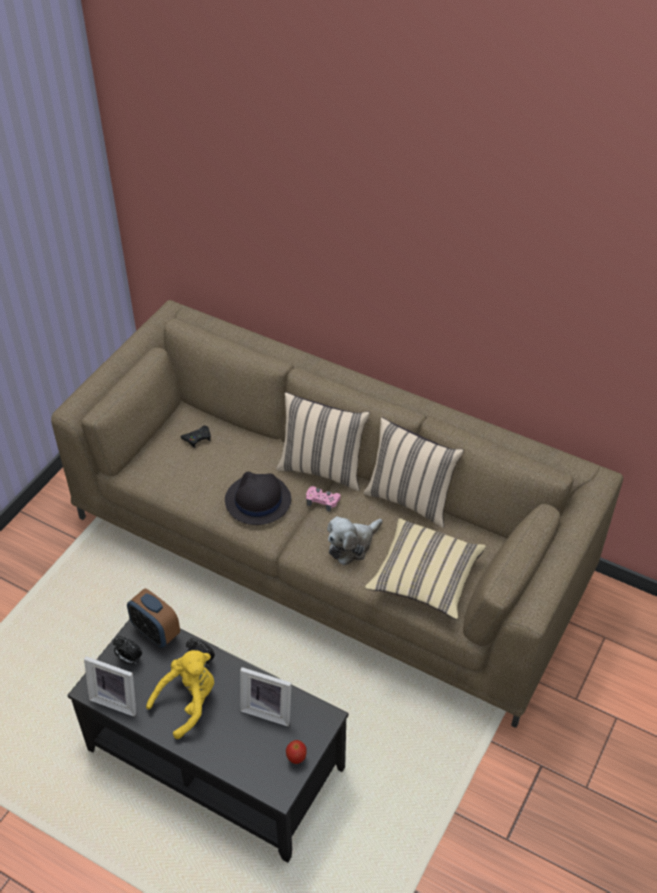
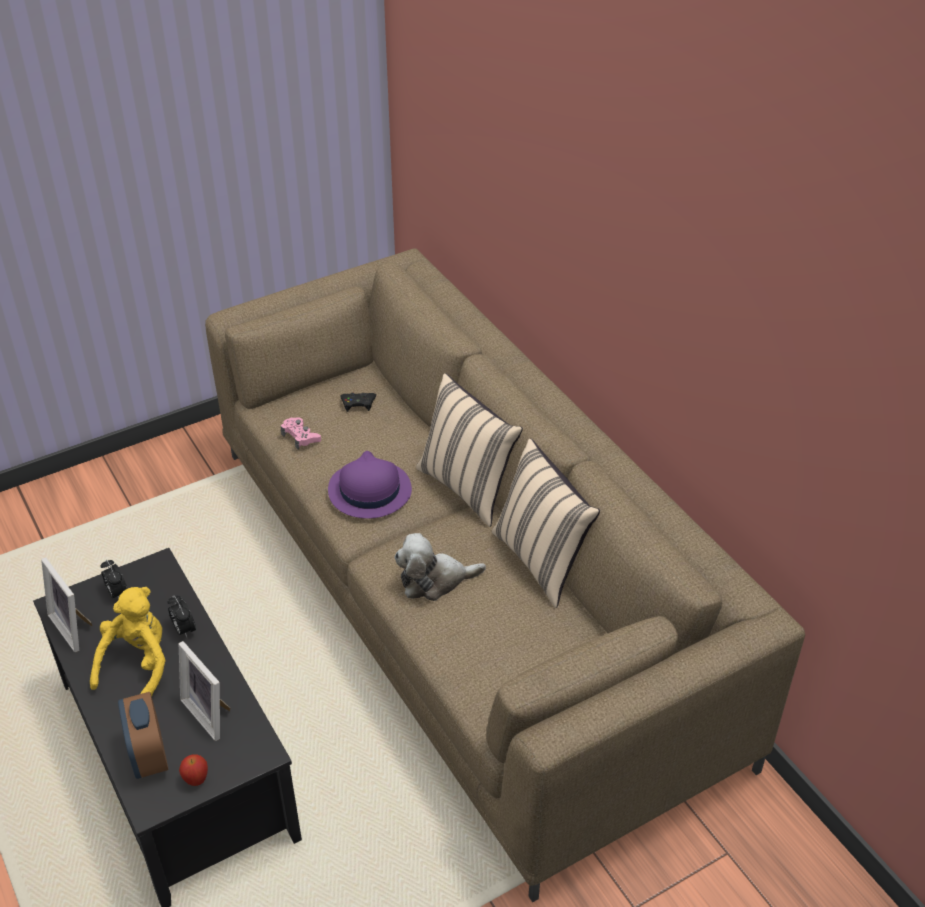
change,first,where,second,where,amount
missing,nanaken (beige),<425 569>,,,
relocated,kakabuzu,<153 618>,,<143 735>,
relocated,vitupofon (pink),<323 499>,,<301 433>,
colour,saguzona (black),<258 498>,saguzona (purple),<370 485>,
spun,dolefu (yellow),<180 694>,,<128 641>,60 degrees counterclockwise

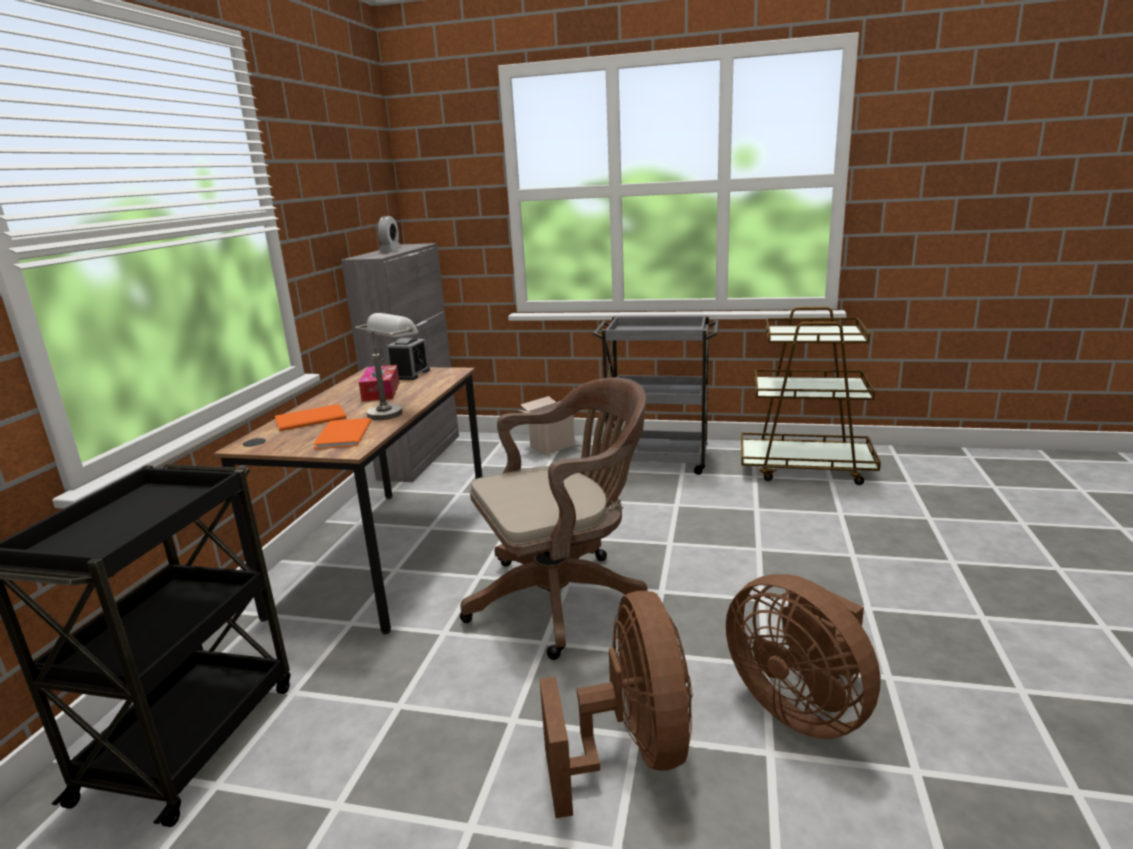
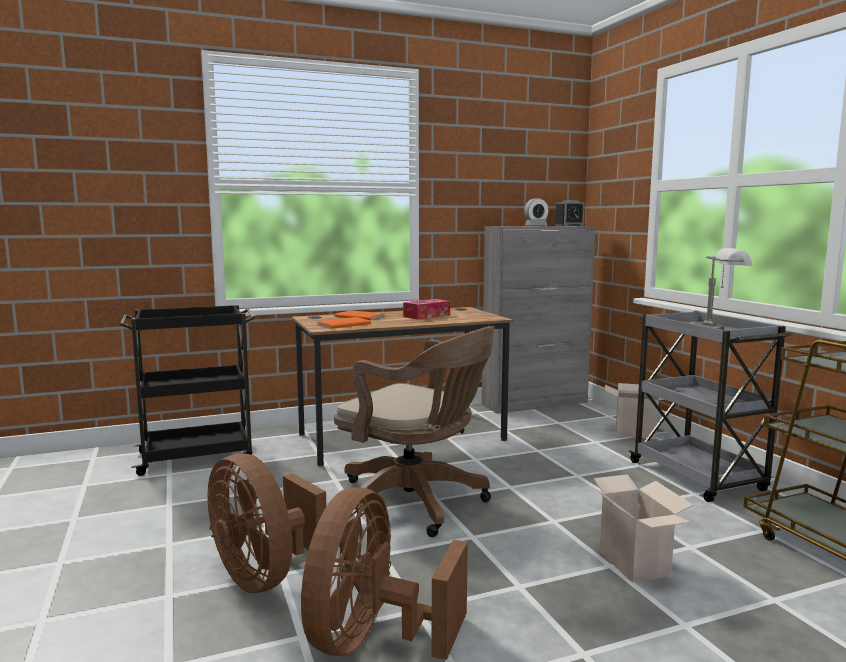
change,first,where,second,where,amount
appeared,,,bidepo,<641 528>,
relocated,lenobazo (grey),<386 366>,,<723 289>,
relocated,kakabuzu,<408 359>,,<569 213>,
spun,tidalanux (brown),<616 704>,,<267 523>,90 degrees clockwise

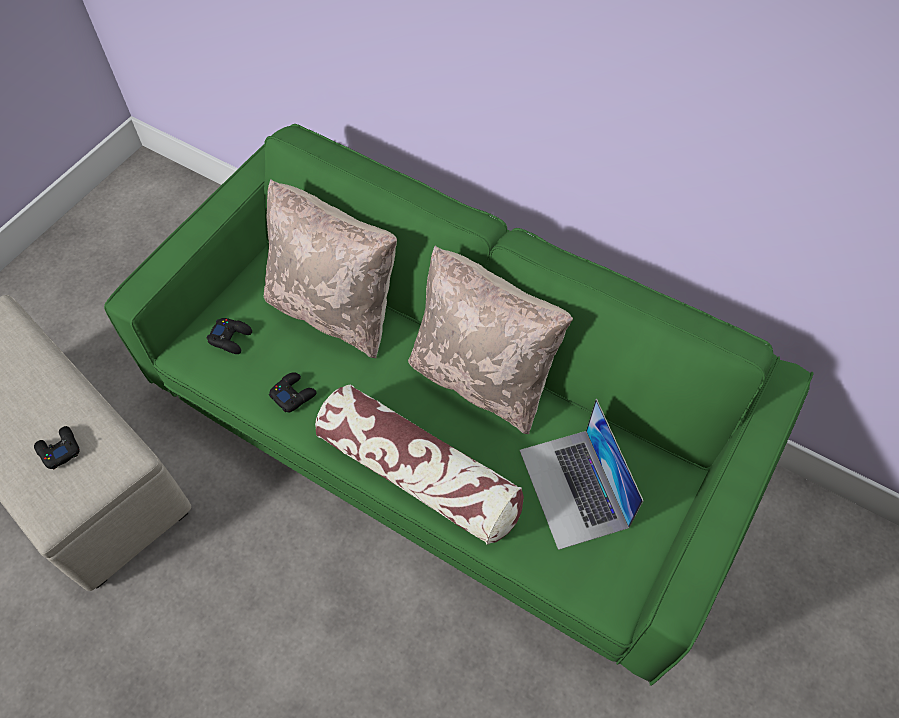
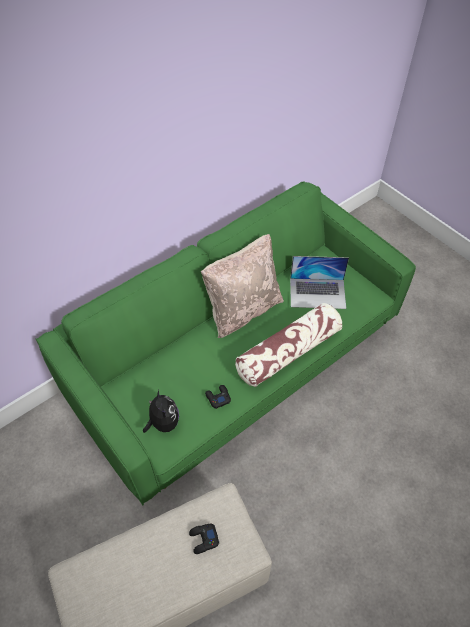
change,first,where,second,where,amount
missing,nanaken (beige),<330 268>,,,
exchanged,vitupofon (black),<229 336>,dolefu,<161 411>,

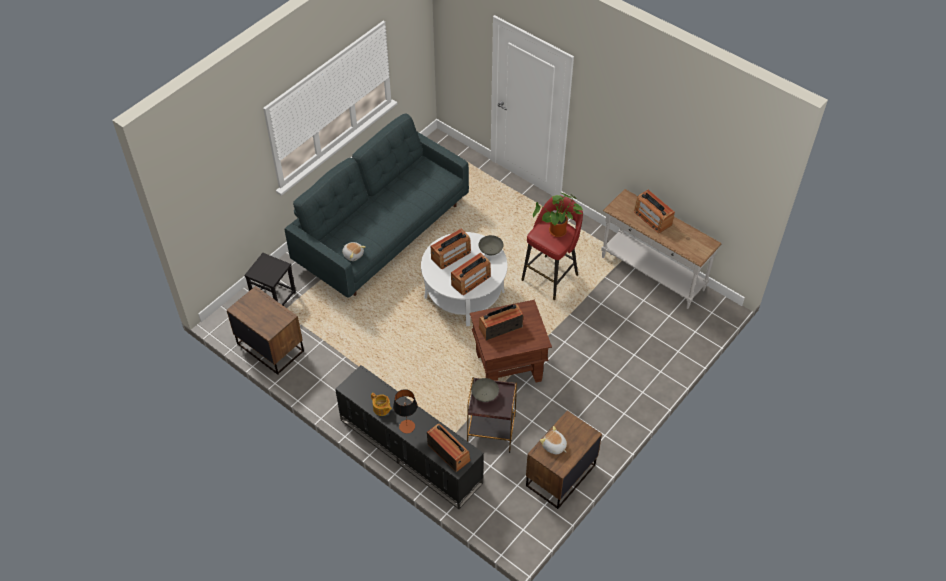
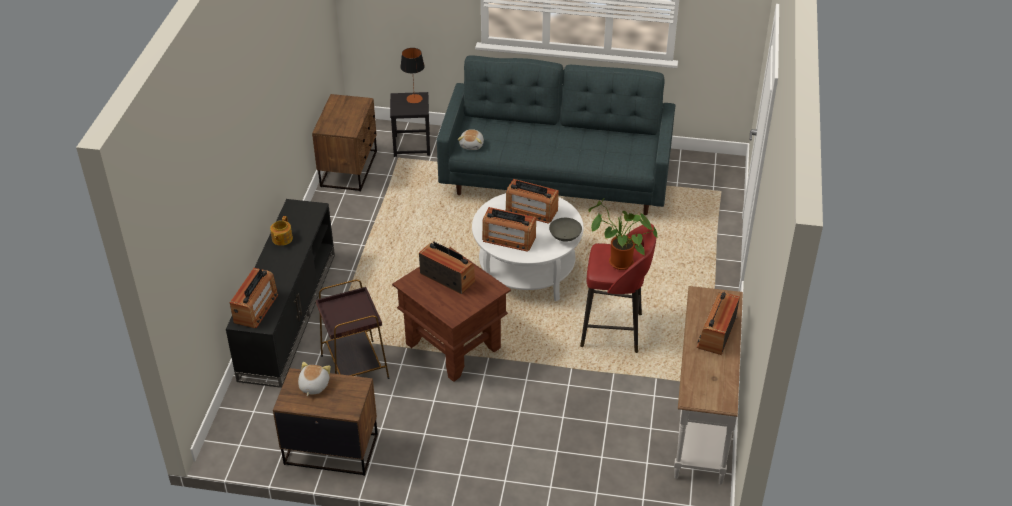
change,first,where,second,where,amount
missing,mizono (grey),<485 390>,,,
relocated,lenobazo,<405 411>,,<412 76>,

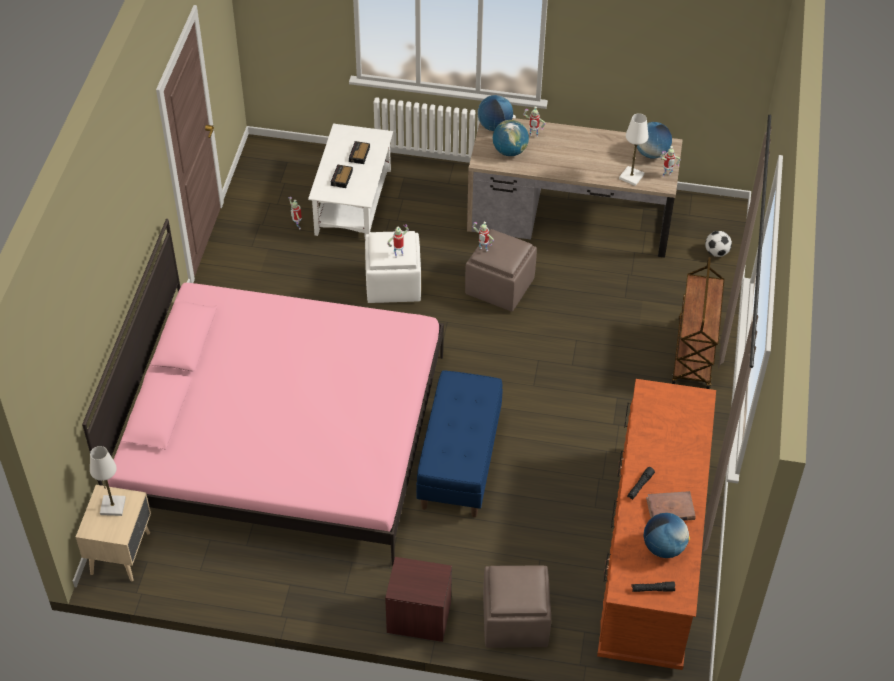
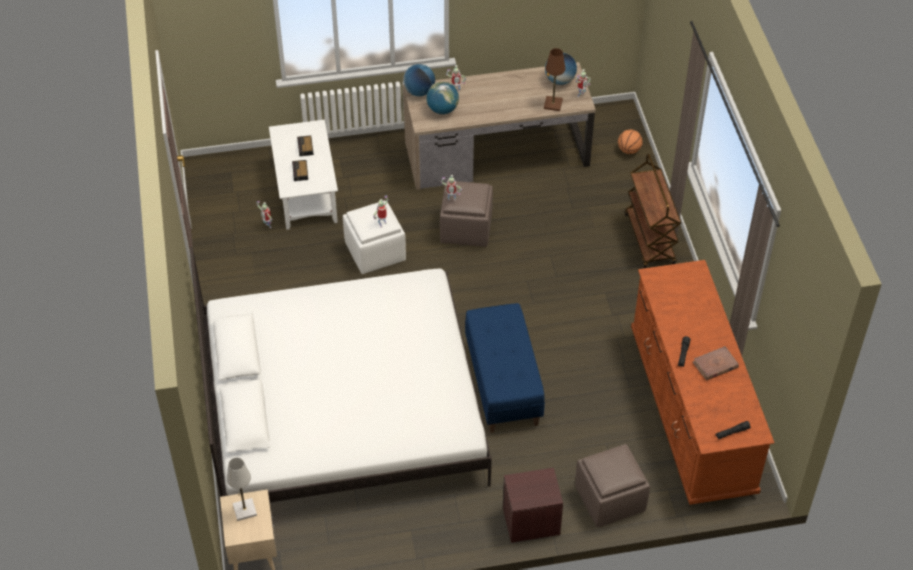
change,first,where,second,where,amount
missing,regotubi,<666 535>,,,
exchanged,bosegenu,<718 244>,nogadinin,<630 141>,
colour,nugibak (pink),<263 392>,nugibak (white),<341 374>,
colour,lenobazo (white),<633 149>,lenobazo (brown),<554 79>,

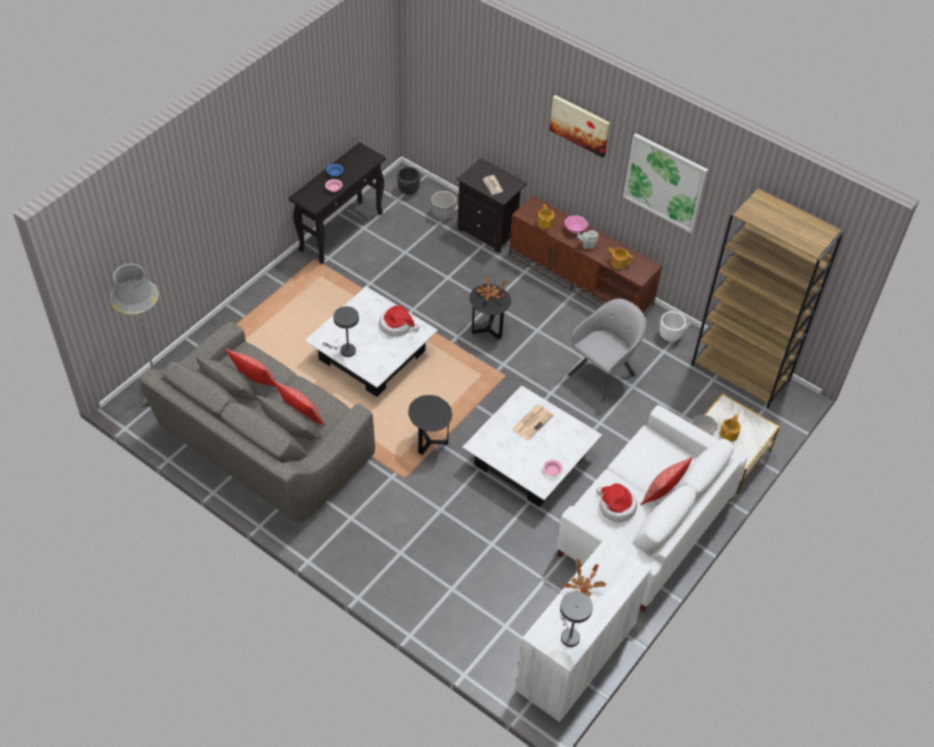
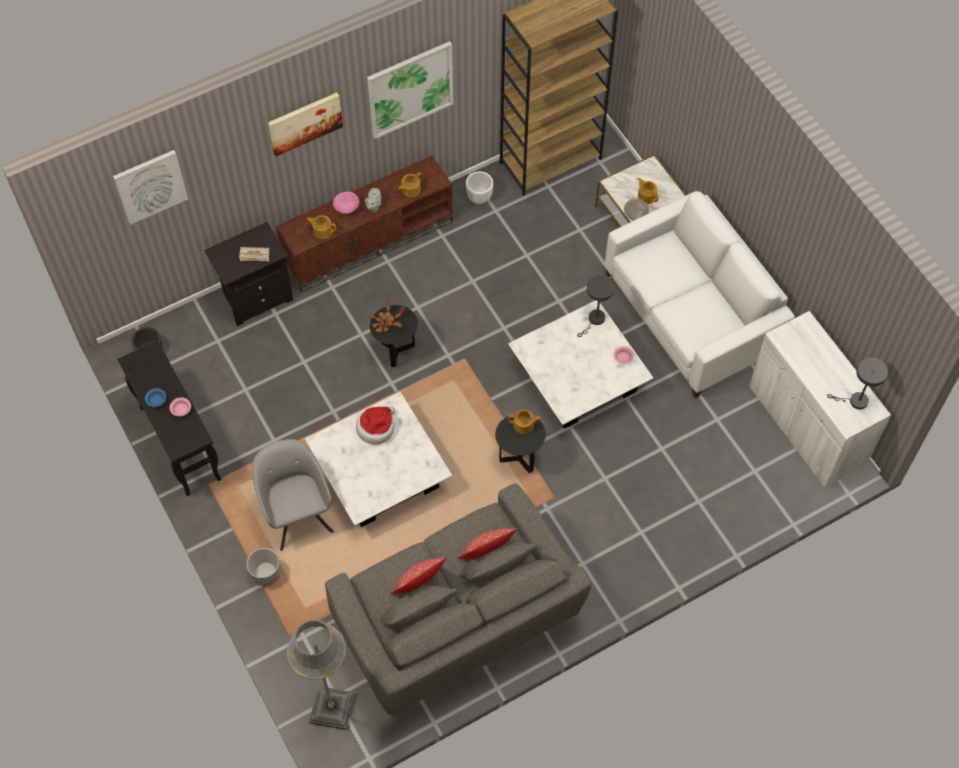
change,first,where,second,where,amount
missing,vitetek,<533 422>,,,
missing,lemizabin,<584 578>,,,
missing,saguzona,<616 502>,,,
missing,nanaken,<667 481>,,,
appeared,,,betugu,<150 187>,
appeared,,,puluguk,<524 421>,
relocated,lenobazo (grey),<341 331>,,<596 306>,
relocated,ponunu,<443 206>,,<263 567>,
relocated,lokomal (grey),<607 350>,,<293 495>,

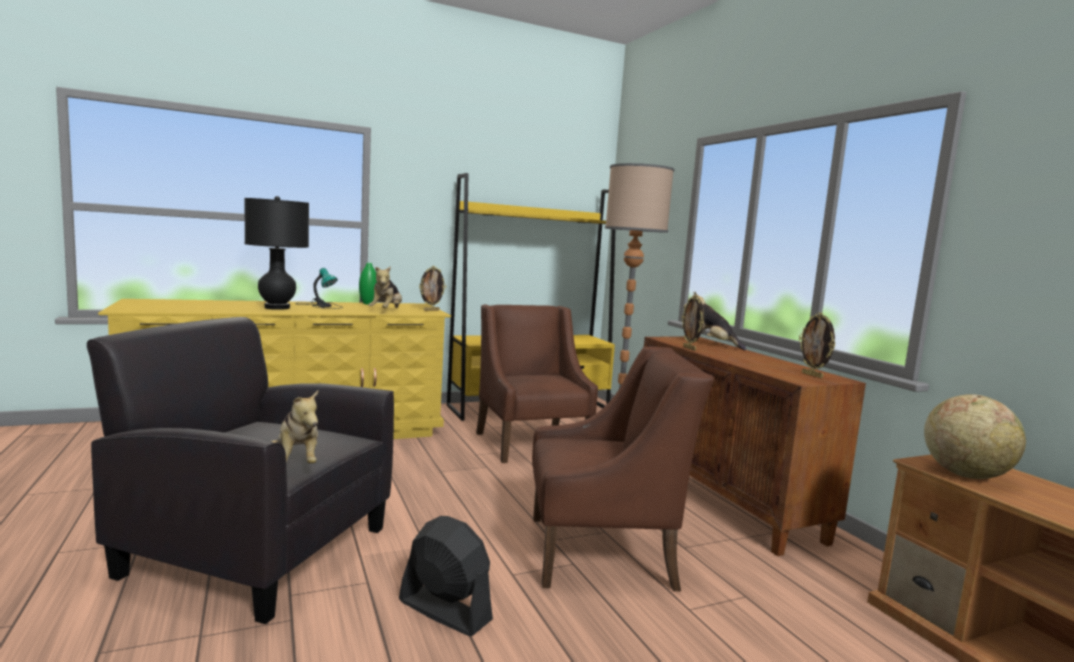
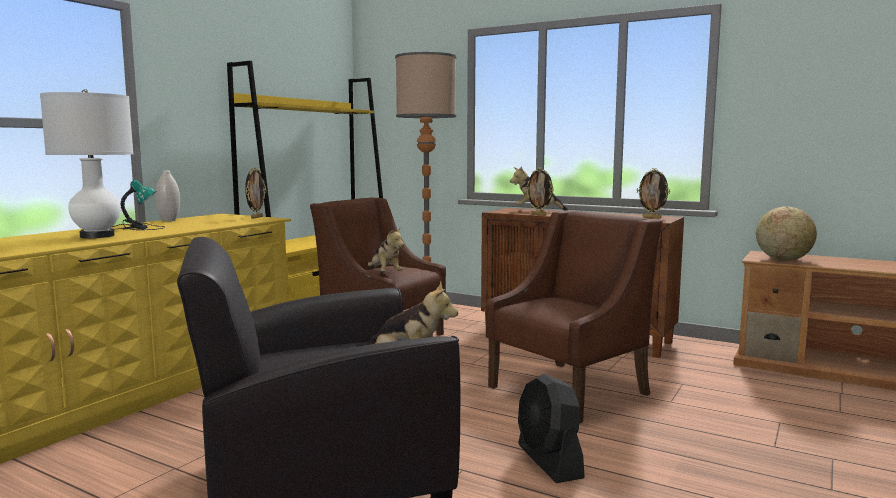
change,first,where,second,where,amount
relocated,dolefu,<385 287>,,<386 249>,
colour,lenobazo (black),<276 253>,lenobazo (white),<86 163>,
colour,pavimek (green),<368 283>,pavimek (white),<167 196>,
spun,tidalanux (black),<446 576>,,<551 428>,105 degrees counterclockwise

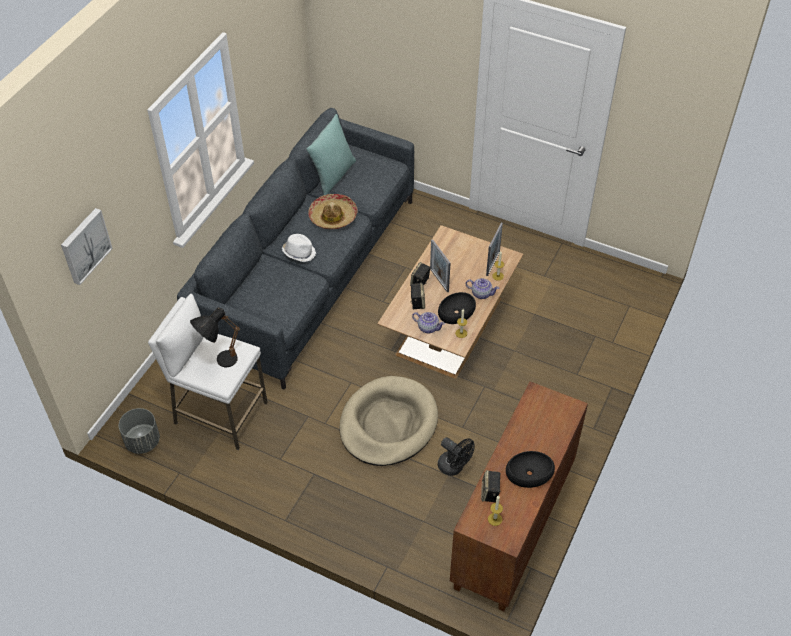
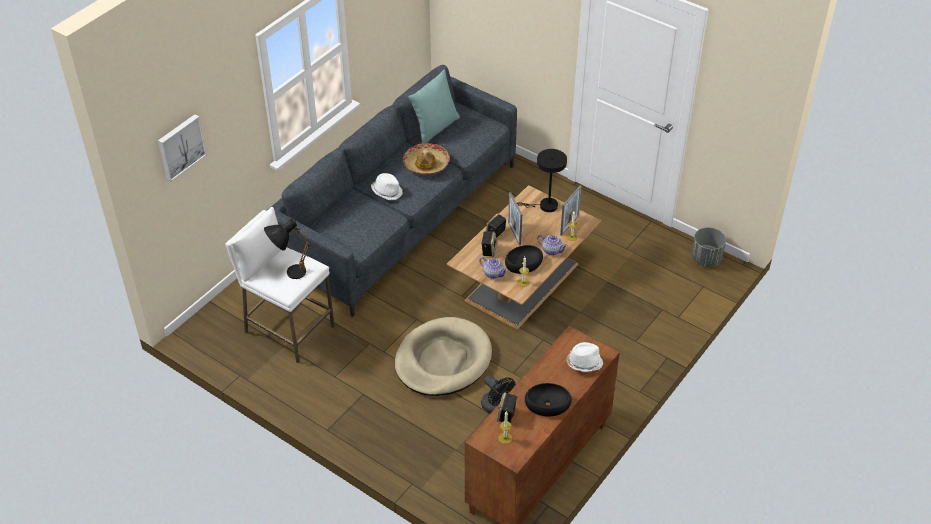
change,first,where,second,where,amount
appeared,,,lenobazo (black),<542 180>,
appeared,,,saguzona (white),<585 357>,
relocated,ponunu (grey),<139 431>,,<708 247>,

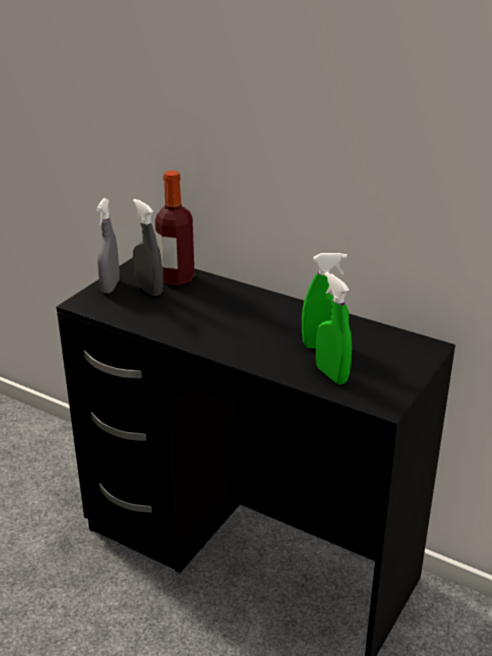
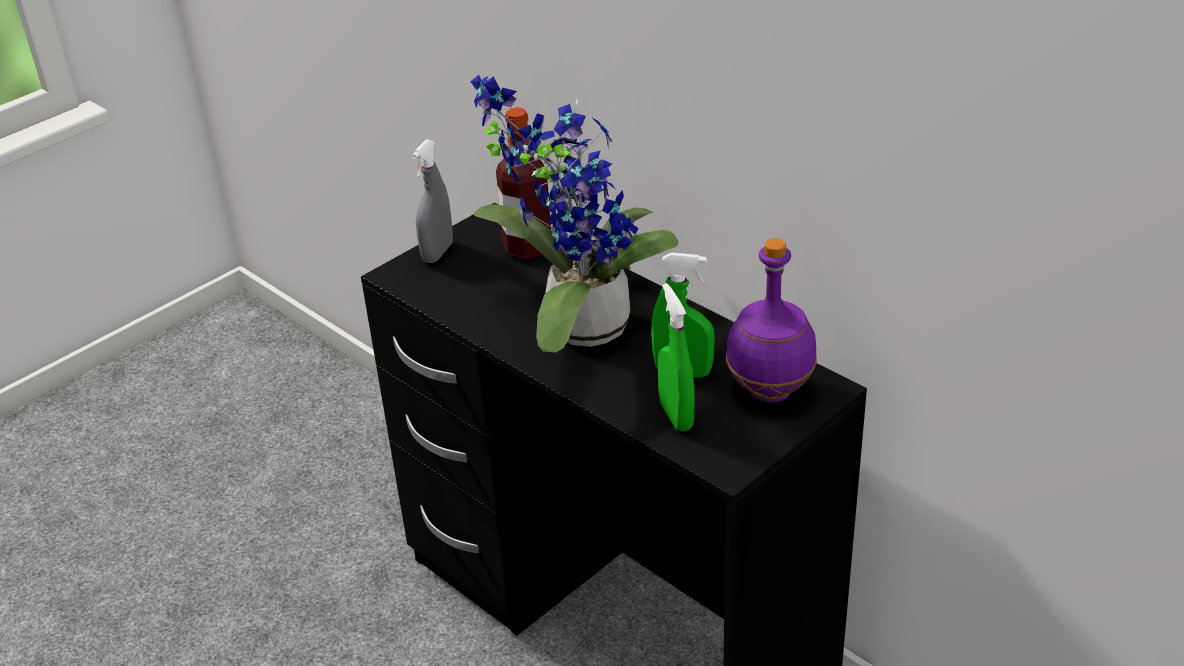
change,first,where,second,where,amount
missing,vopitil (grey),<148 247>,,,
appeared,,,lemizabin,<574 214>,
appeared,,,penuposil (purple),<771 320>,

